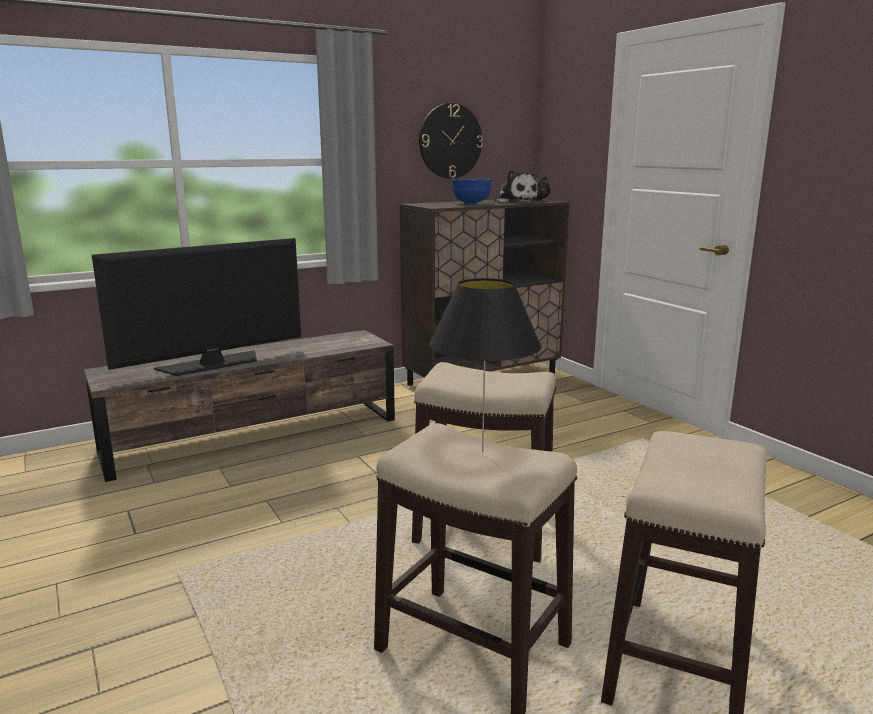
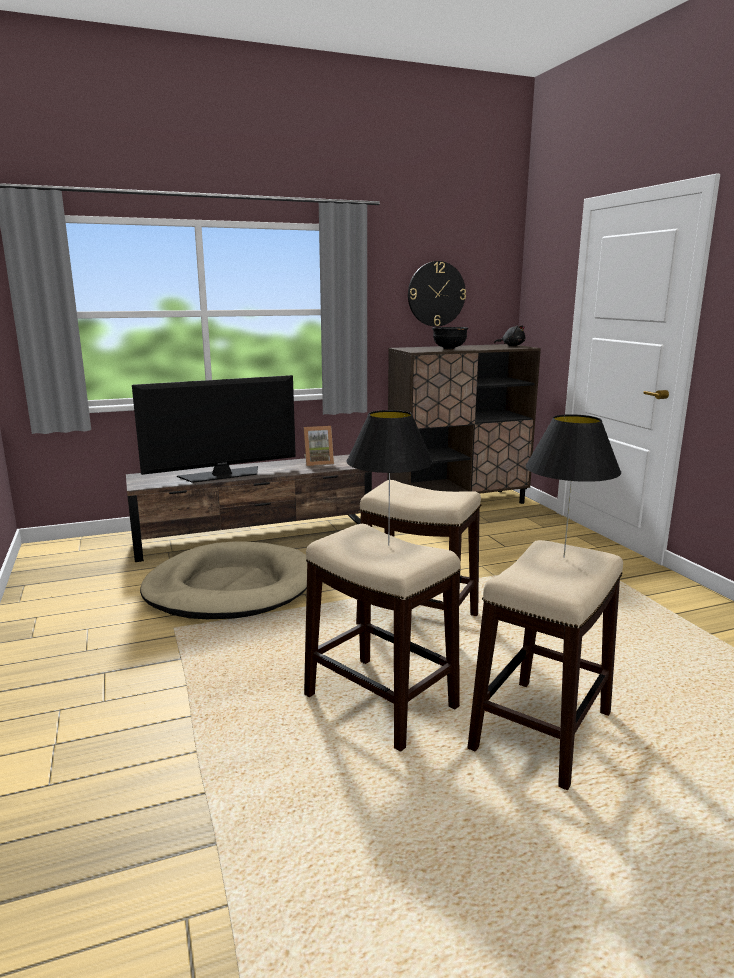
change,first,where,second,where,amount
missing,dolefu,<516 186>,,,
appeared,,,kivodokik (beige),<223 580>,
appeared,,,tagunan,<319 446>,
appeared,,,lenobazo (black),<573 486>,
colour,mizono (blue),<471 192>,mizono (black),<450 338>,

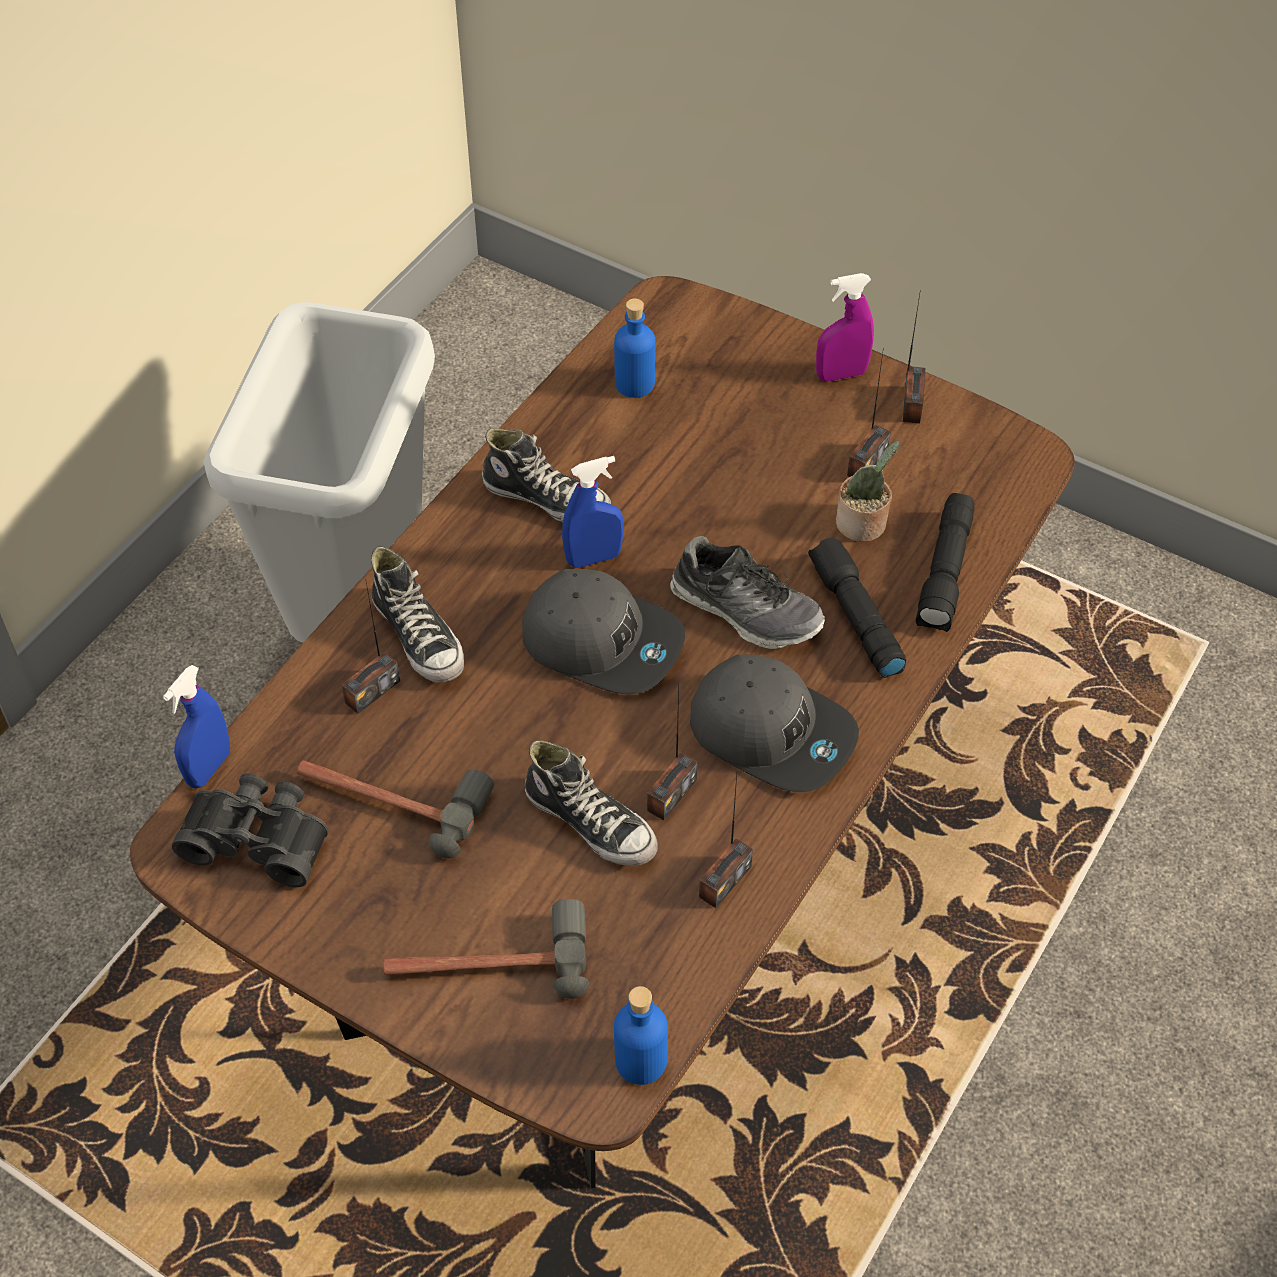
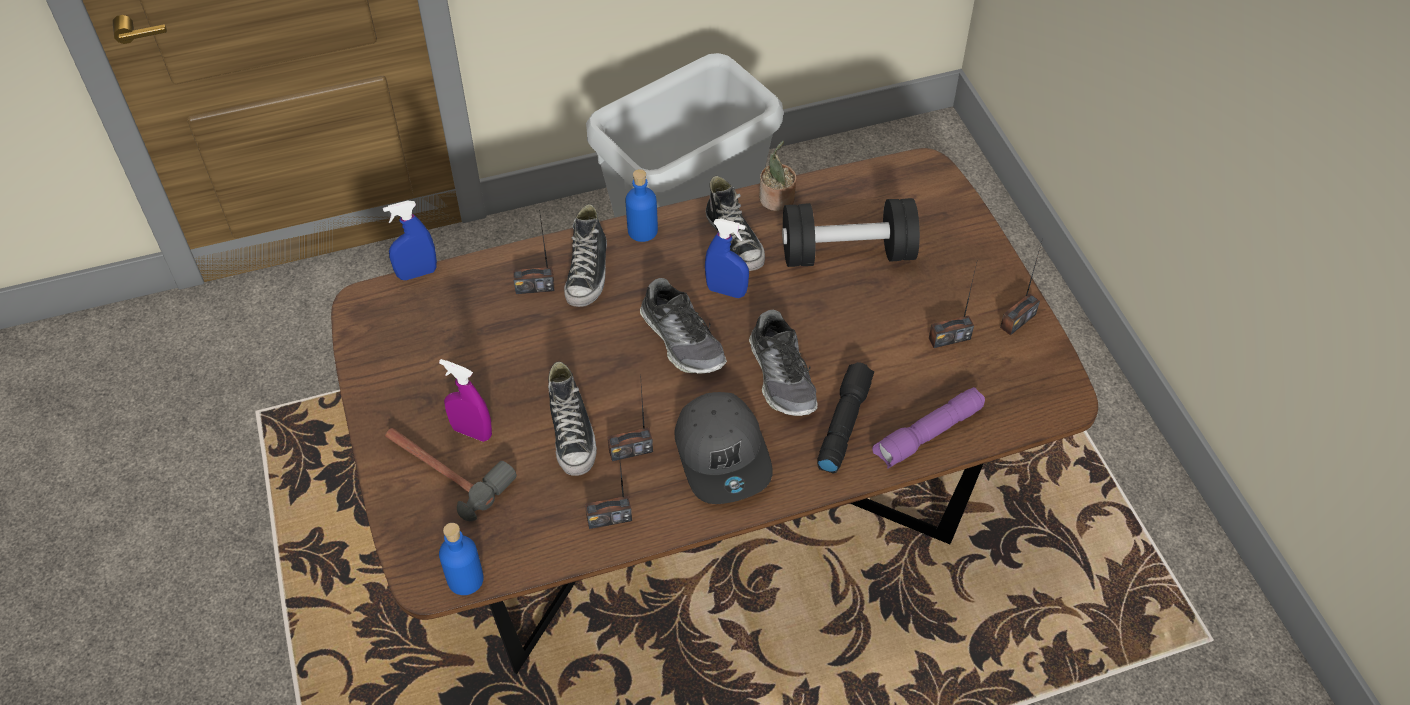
change,first,where,second,where,amount
missing,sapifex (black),<250 830>,,,
missing,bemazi,<395 809>,,,
appeared,,,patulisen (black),<851 232>,
relocated,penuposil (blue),<635 348>,,<642 205>,
relocated,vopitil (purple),<845 327>,,<465 400>,
relocated,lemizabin,<868 491>,,<778 176>,
exchanged,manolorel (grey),<603 632>,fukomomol,<683 326>,
colour,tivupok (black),<945 562>,tivupok (purple),<928 428>,

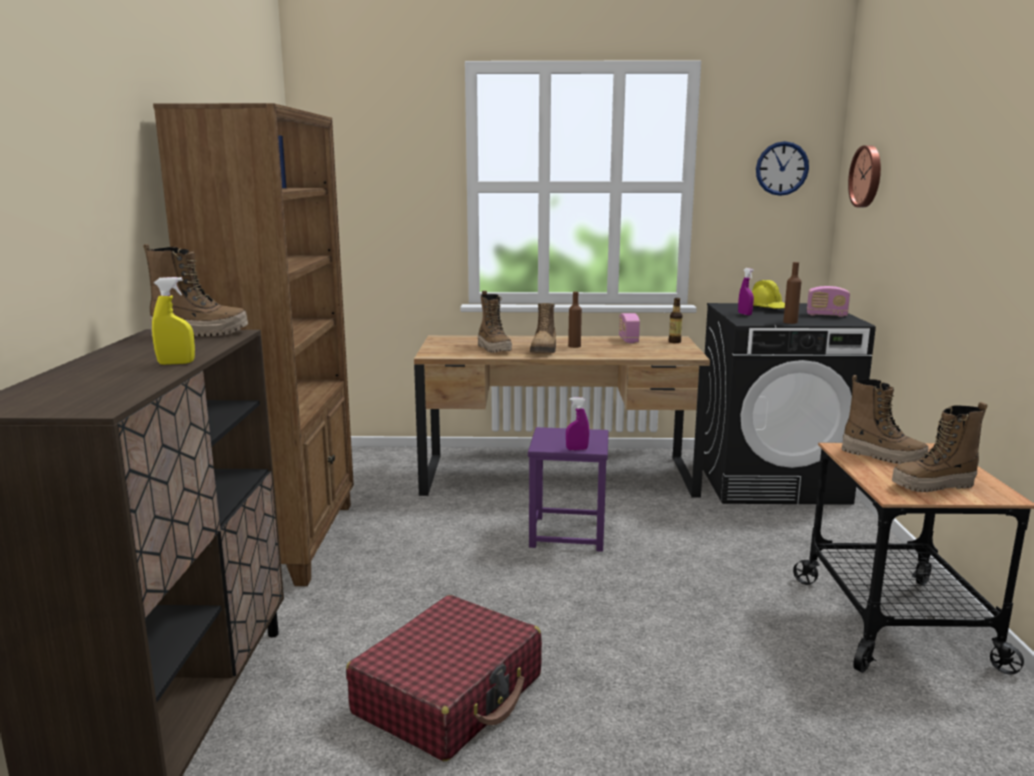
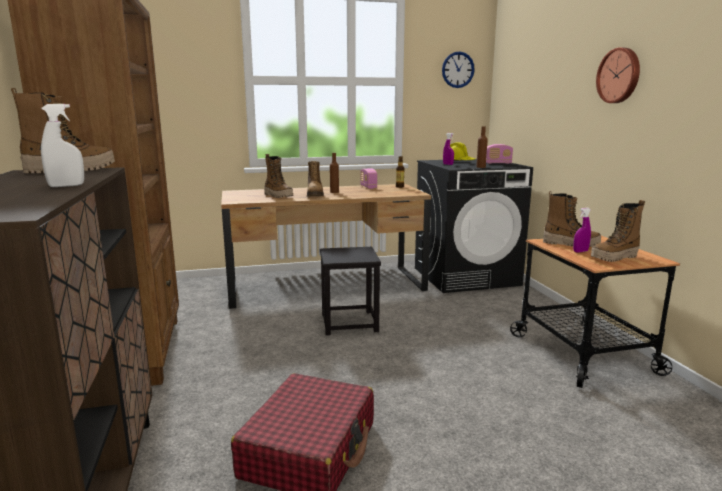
change,first,where,second,where,amount
relocated,vopitil (purple),<577 424>,,<582 230>,
relocated,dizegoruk,<864 176>,,<618 75>,
colour,vopitil (yellow),<173 321>,vopitil (white),<62 145>,
colour,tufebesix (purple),<568 489>,tufebesix (black),<350 291>,

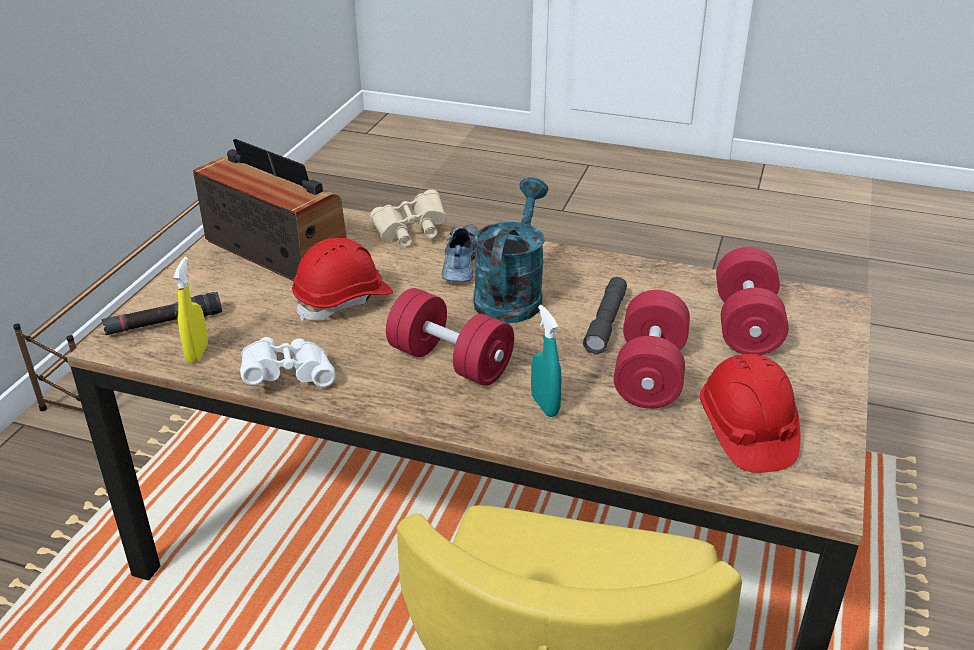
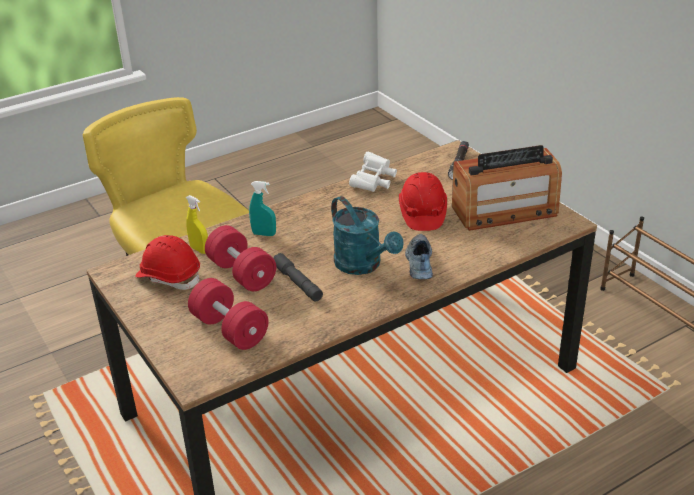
change,first,where,second,where,amount
missing,sapifex (beige),<408 218>,,,
missing,patulisen (red),<450 337>,,,
relocated,vopitil (yellow),<190 310>,,<197 224>,
spun,fukomomol,<460 253>,,<419 256>,135 degrees counterclockwise

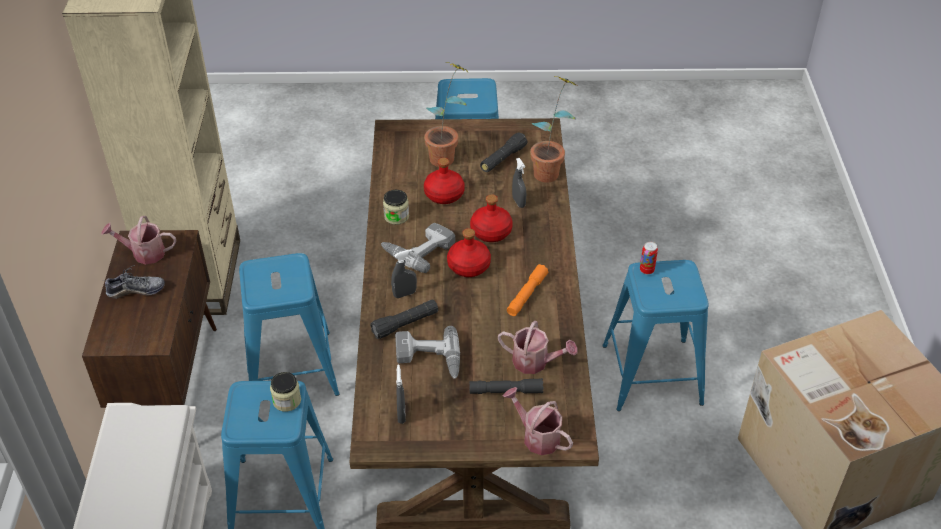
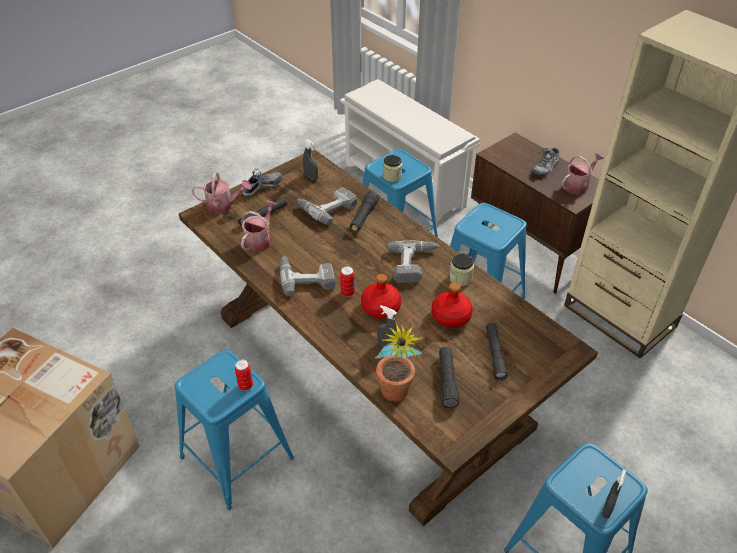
change,first,where,second,where,amount
missing,penuposil (red),<469 252>,,,
appeared,,,fukomomol,<262 182>,
appeared,,,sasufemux,<347 281>,
relocated,vopitil (grey),<404 273>,,<614 494>,
exchanged,lemizabin,<446 114>,tivupok (grey),<497 351>,
exchanged,tivupok (orange),<527 290>,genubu,<307 276>,
spun,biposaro,<537 347>,,<259 226>,135 degrees clockwise

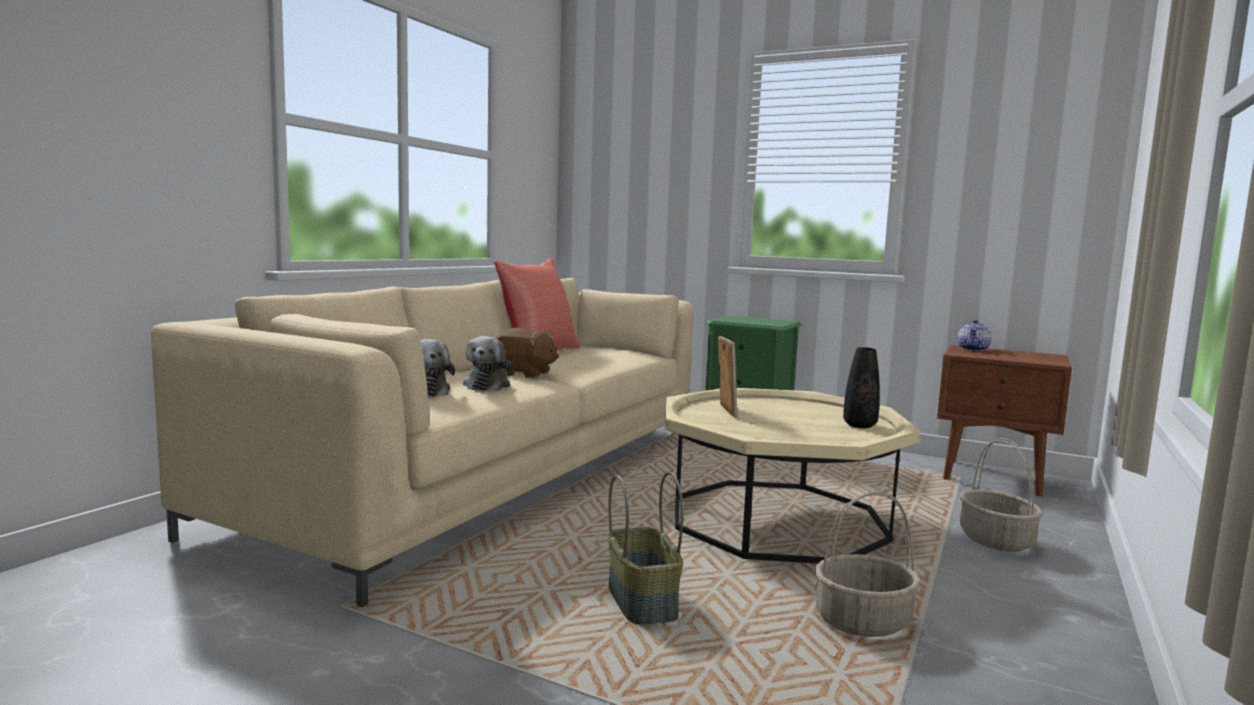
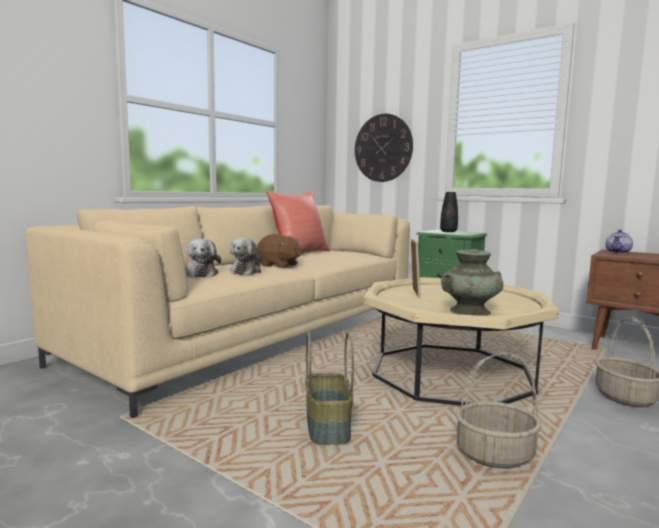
change,first,where,second,where,amount
appeared,,,dizegoruk,<384 148>,
appeared,,,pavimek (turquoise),<472 282>,
relocated,pavimek (black),<861 387>,,<449 212>,

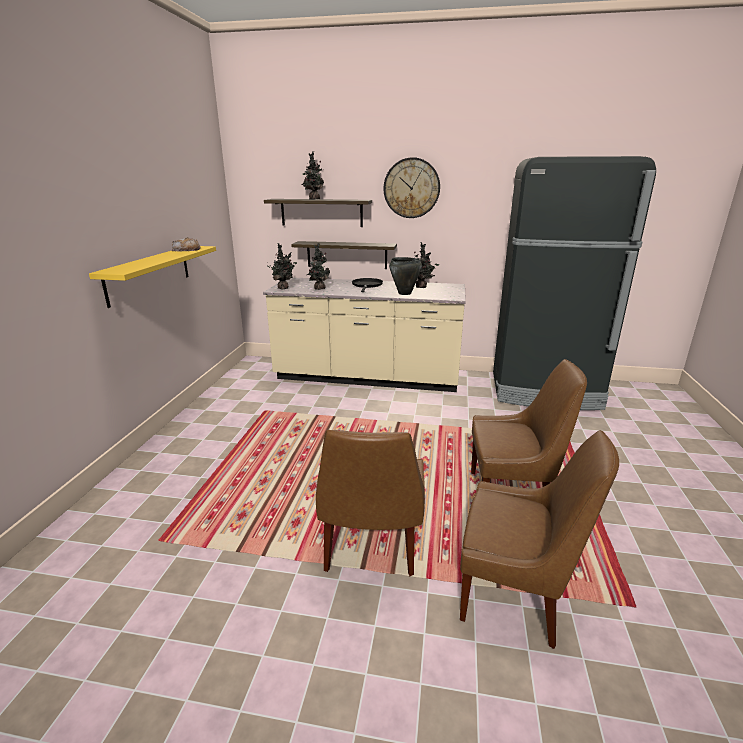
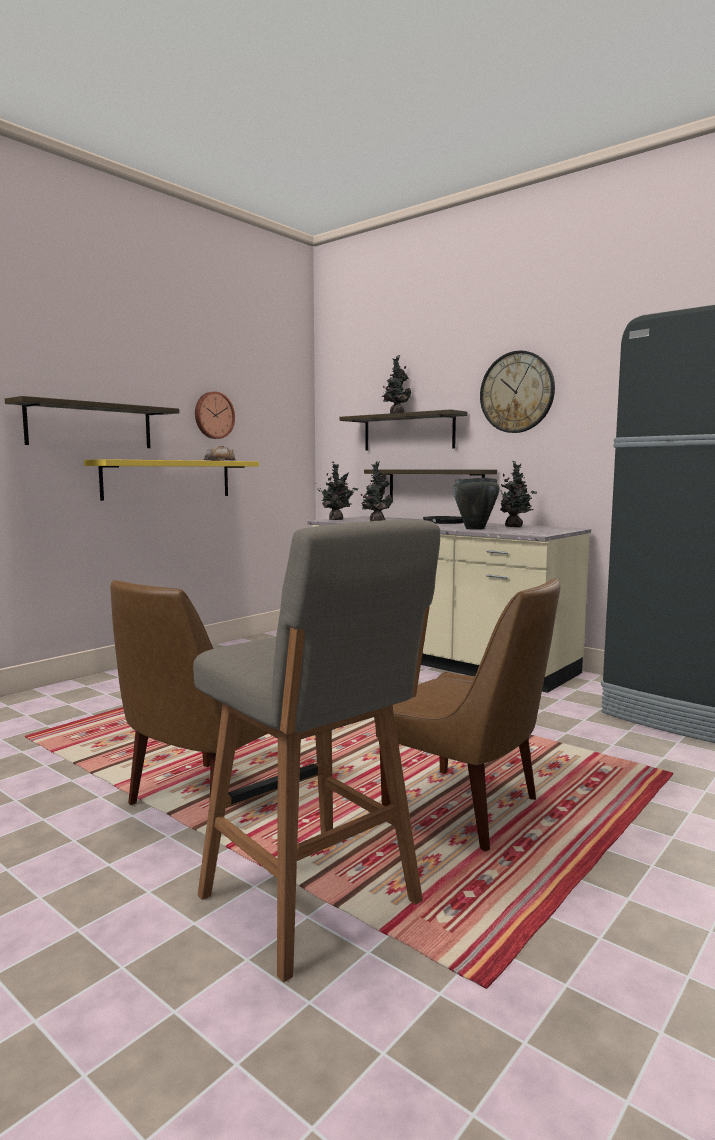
change,first,where,second,where,amount
appeared,,,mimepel,<92 422>,
appeared,,,dizegoruk,<215 415>,
exchanged,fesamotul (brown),<539 539>,tufebesix (grey),<316 751>,

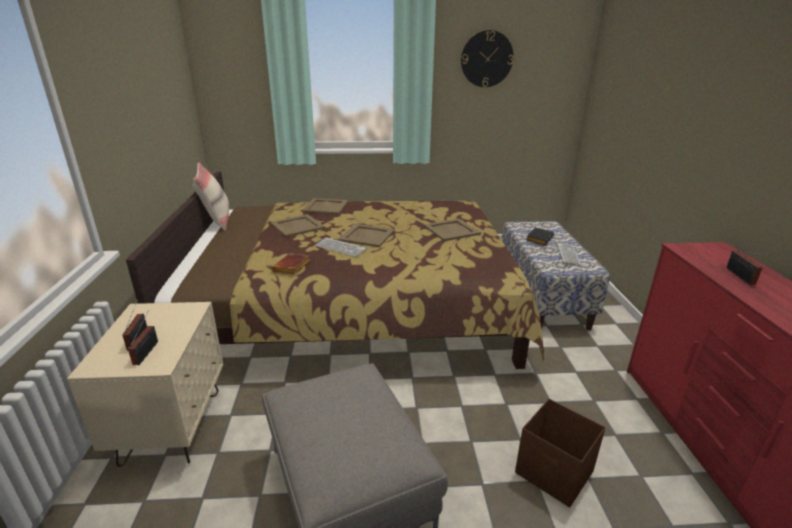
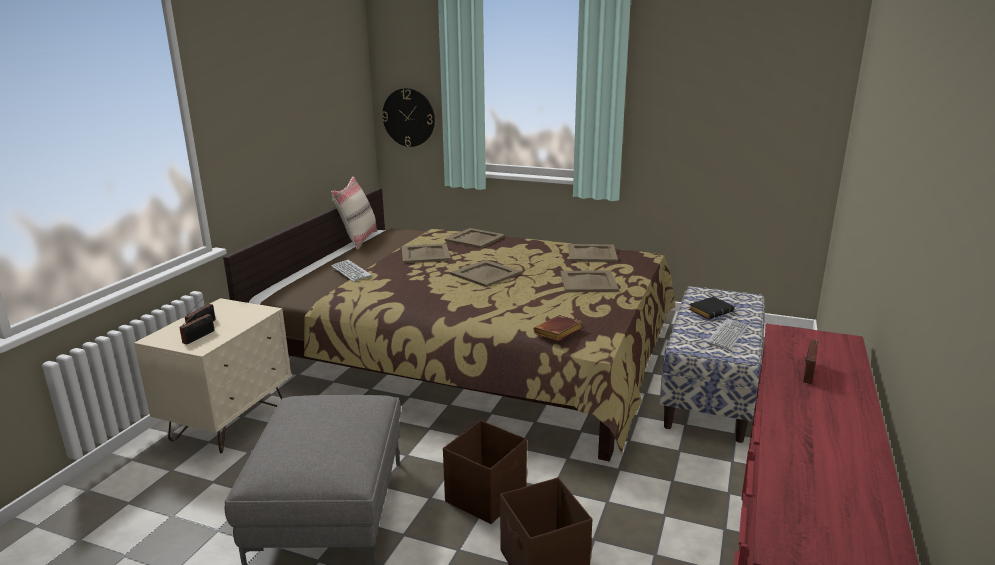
change,first,where,second,where,amount
appeared,,,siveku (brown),<485 472>,
appeared,,,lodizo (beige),<593 253>,
relocated,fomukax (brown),<290 264>,,<558 328>,
relocated,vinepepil,<341 247>,,<351 271>,
relocated,dizegoruk,<487 58>,,<408 117>,

